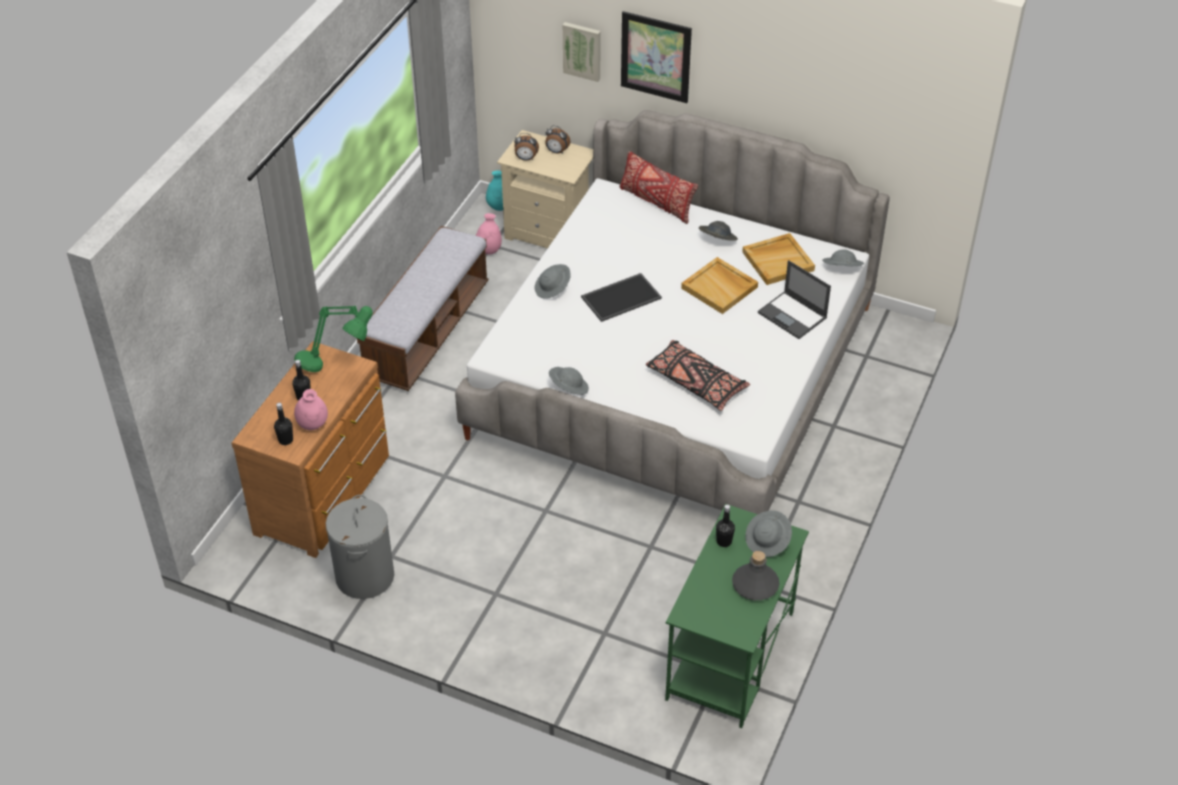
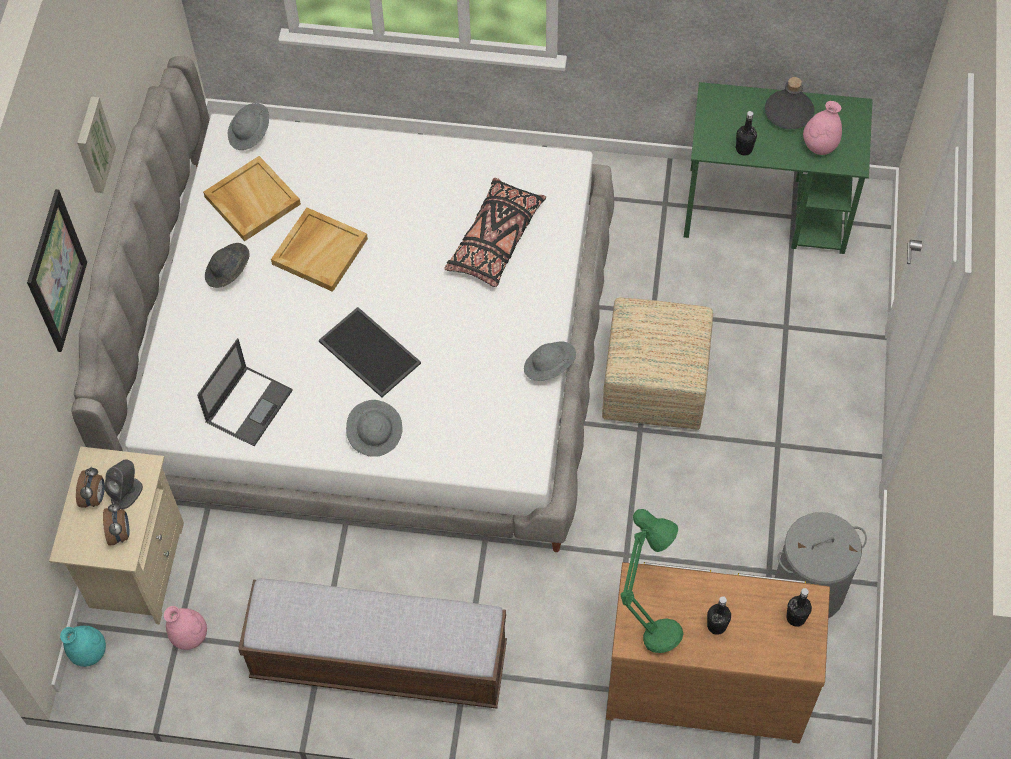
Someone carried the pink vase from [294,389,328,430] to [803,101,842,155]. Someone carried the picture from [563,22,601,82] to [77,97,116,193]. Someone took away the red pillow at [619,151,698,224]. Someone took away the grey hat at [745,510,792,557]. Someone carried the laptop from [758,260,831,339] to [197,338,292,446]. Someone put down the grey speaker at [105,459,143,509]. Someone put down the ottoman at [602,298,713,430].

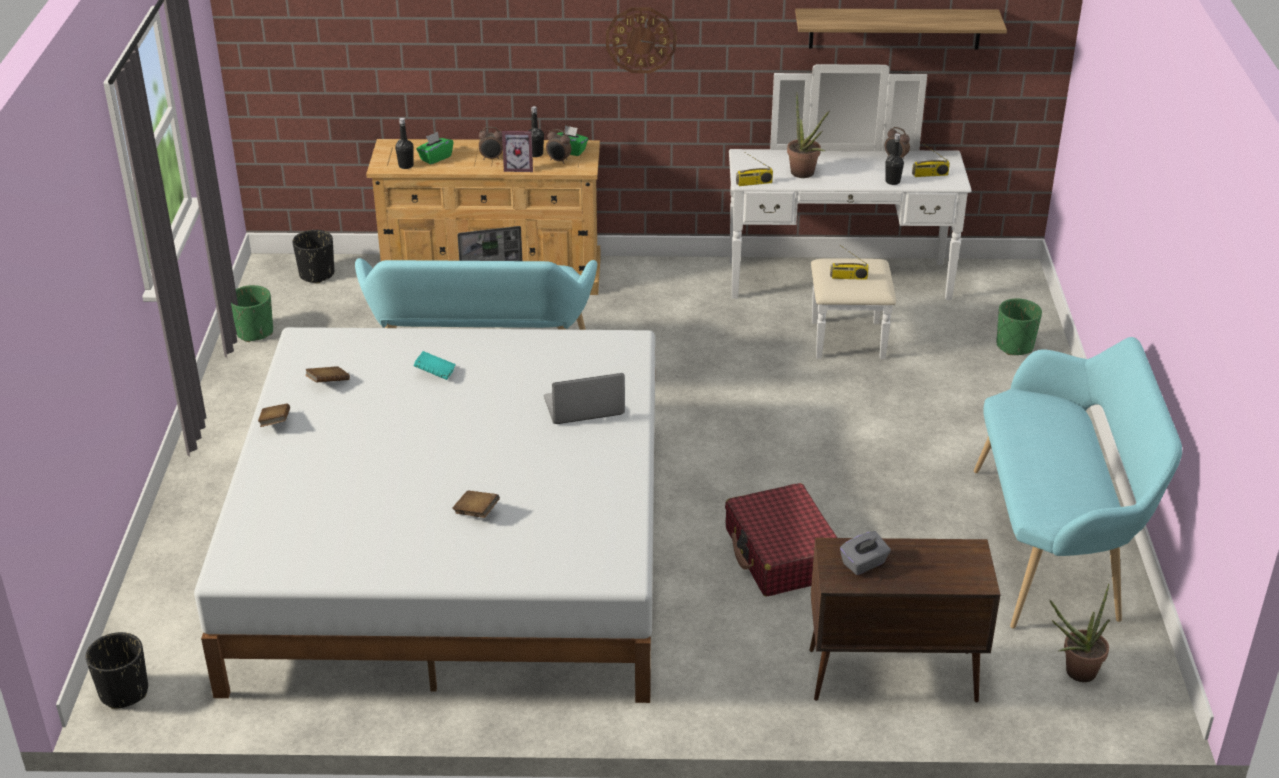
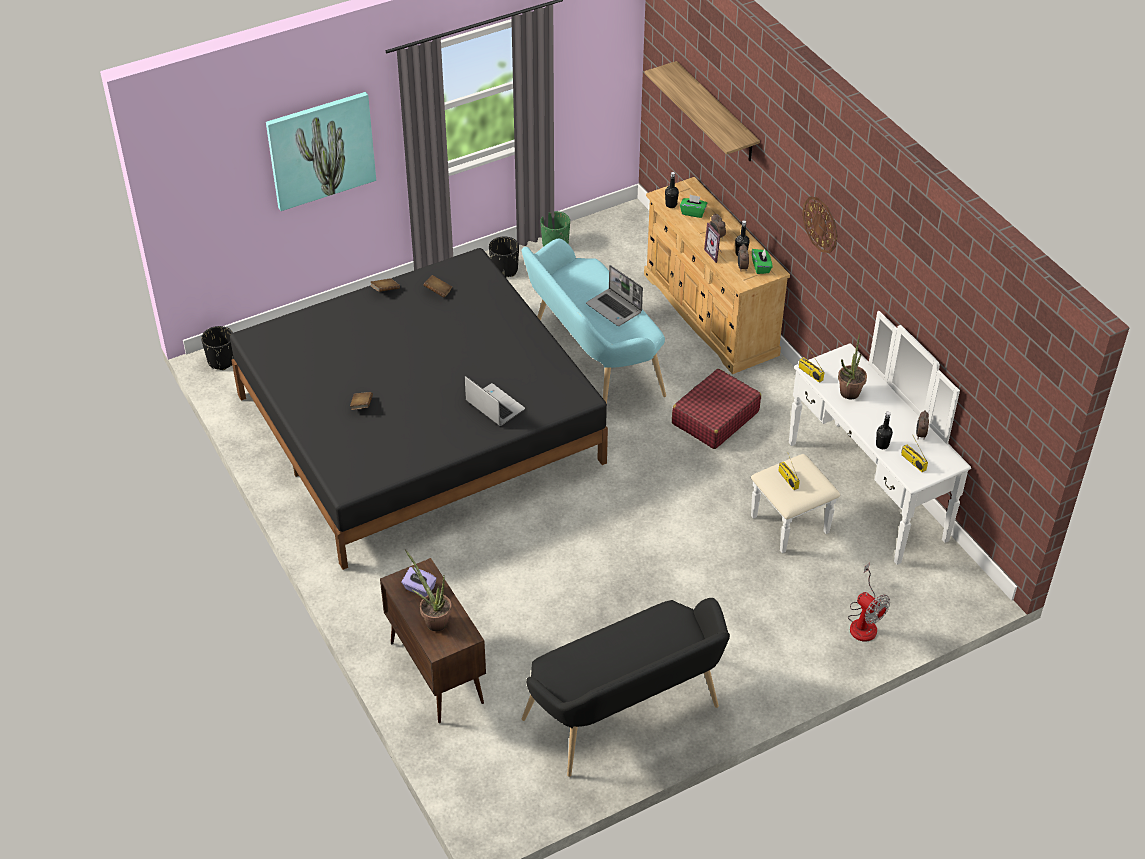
Someone repainted the white bed at [194,327,655,703], which became the black bed at [230,248,608,570]. Someone carried the black planter from [292,230,334,284] to [489,236,519,277]. Someone took away the turquoise book at [414,351,455,380]. Someone carried the red suitcase from [725,483,837,597] to [672,369,761,449]. Someone carried the shelf from [795,8,1007,50] to [644,61,760,161]. Someone repainted the grey tissue box at [840,531,891,575], which became the purple tissue box at [402,567,437,597]. Someone repainted the turquoise bench at [974,337,1182,629], which became the black bench at [522,598,730,777]. Someone swapped the green planter at [996,299,1042,355] for the fan at [848,563,890,642]. Someone carried the potted plant from [1050,583,1110,682] to [405,550,452,631]. Someone put up the picture at [266,92,376,211].

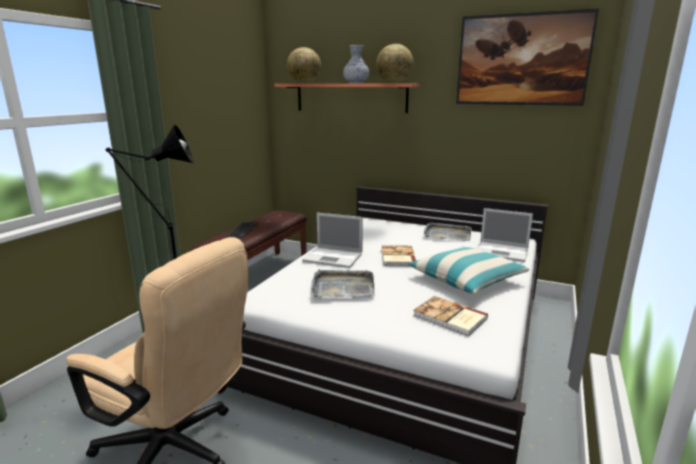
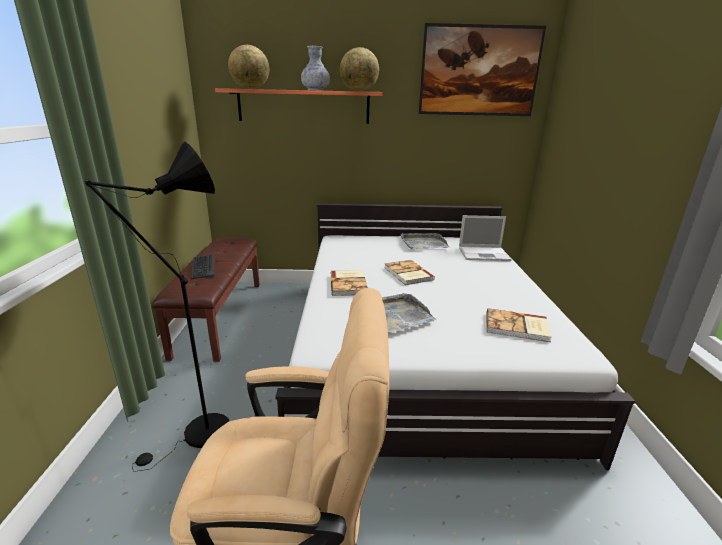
Someone swapped the laptop at [302,213,363,268] for the book at [331,270,368,296]. Someone took away the pillow at [410,246,529,294].

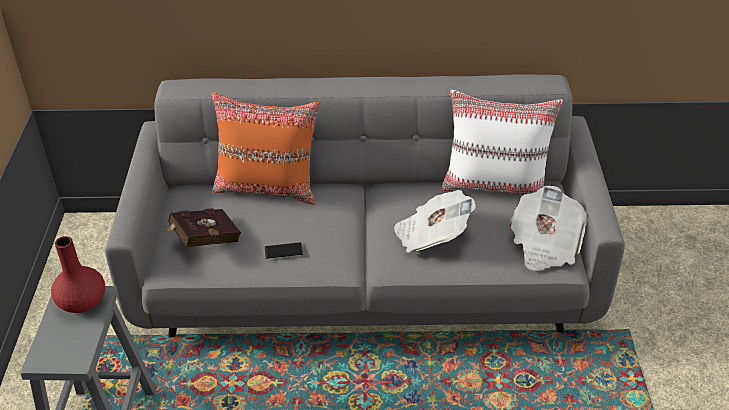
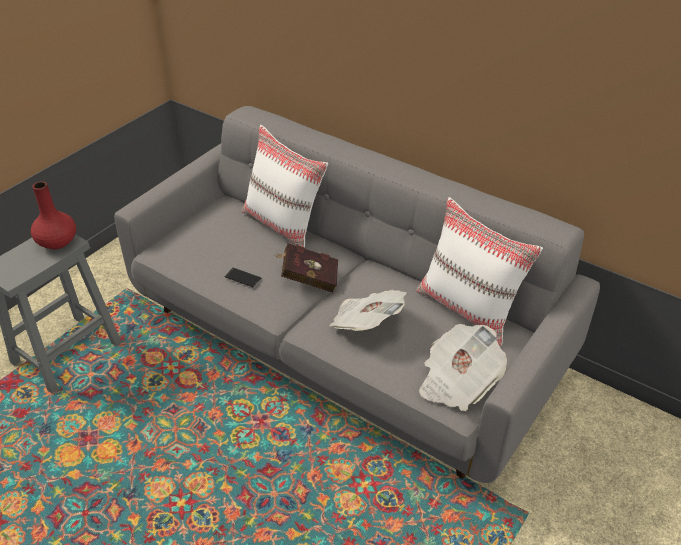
Someone carried the red book from [163,208,241,247] to [275,243,338,293]. Someone repainted the orange pillow at [212,92,320,205], which became the white pillow at [242,125,328,247].

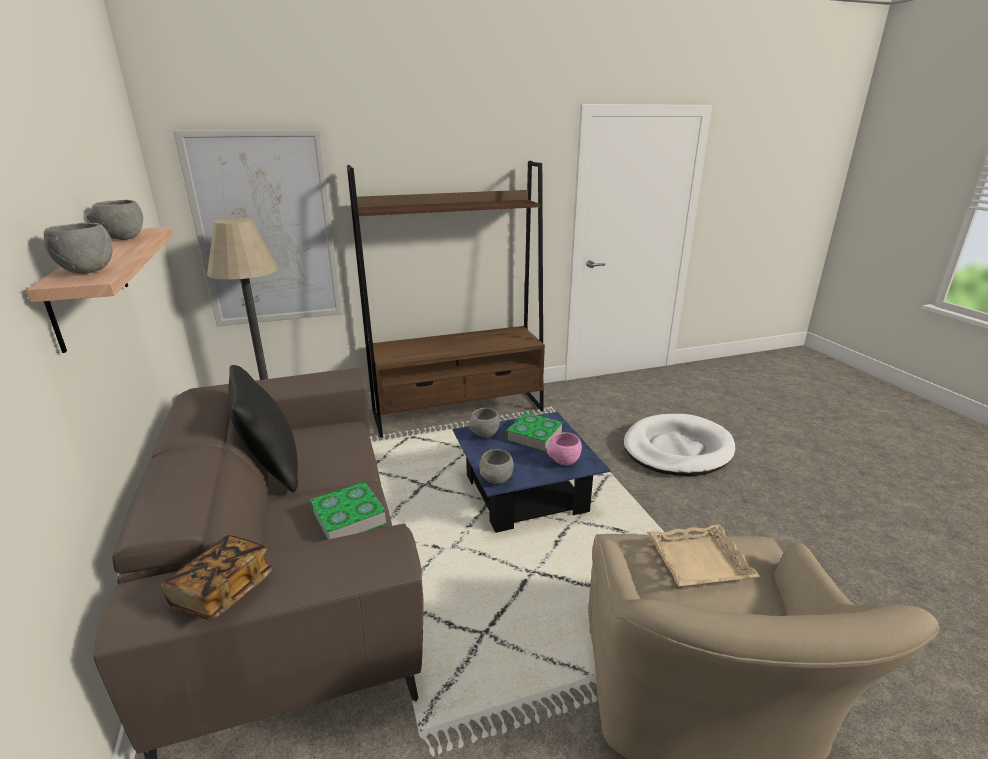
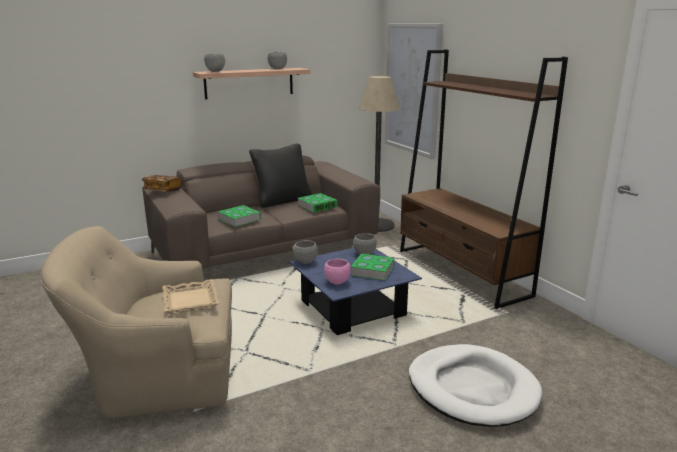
Someone put down the book at [298,193,337,212].

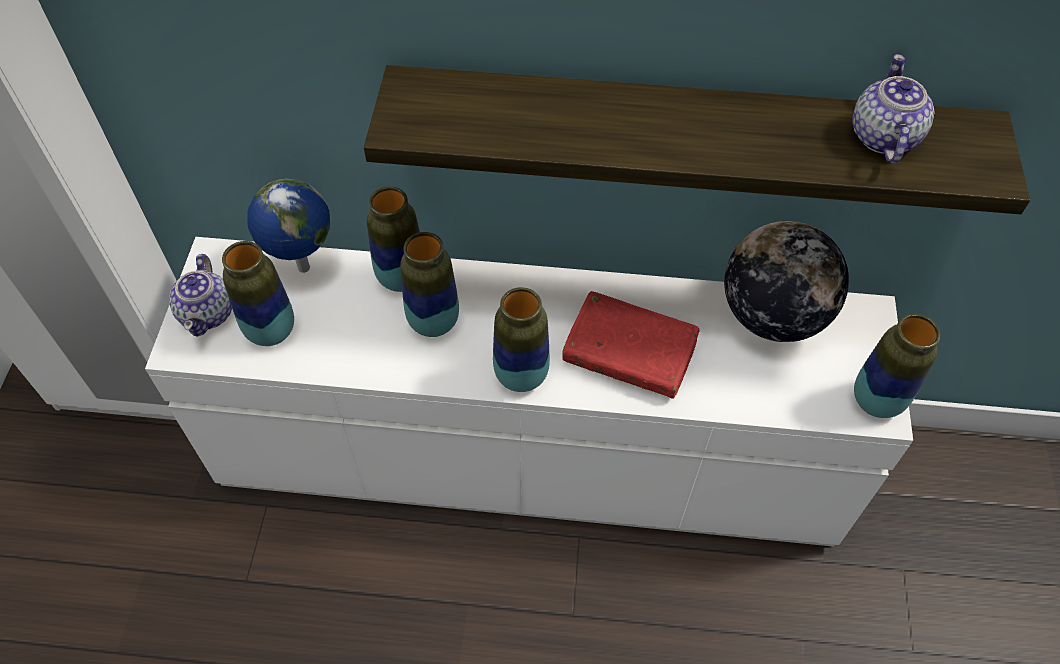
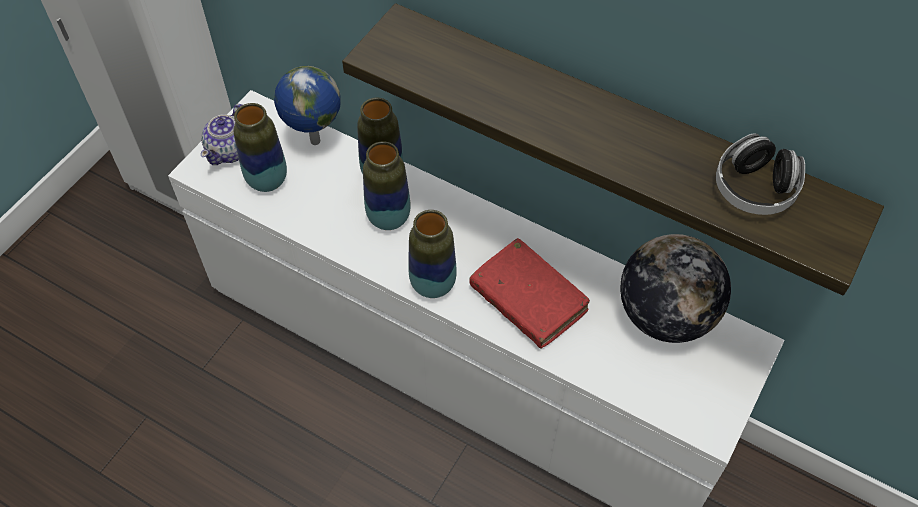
Someone swapped the teapot at [852,54,935,163] for the headphones at [716,133,805,215]. Someone took away the vase at [854,314,941,418].

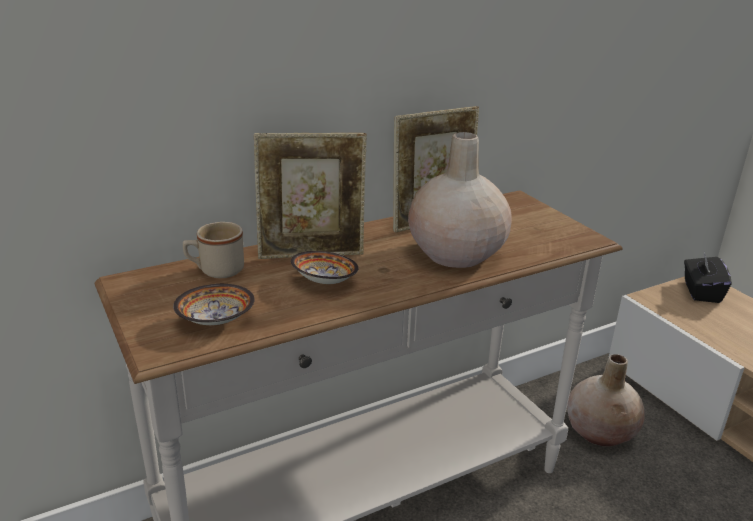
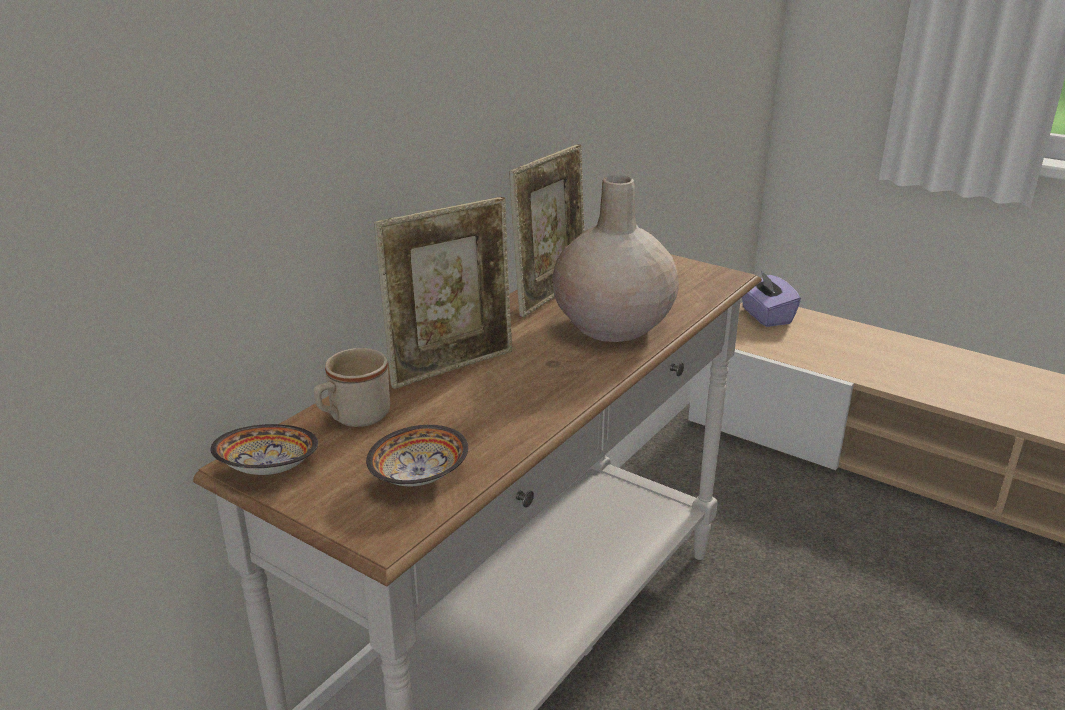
Someone carried the bowl from [291,251,358,284] to [211,424,318,475]. Someone took away the beige vase at [567,354,644,446]. Someone repainted the black tissue box at [684,253,731,303], which became the purple tissue box at [742,269,801,327].

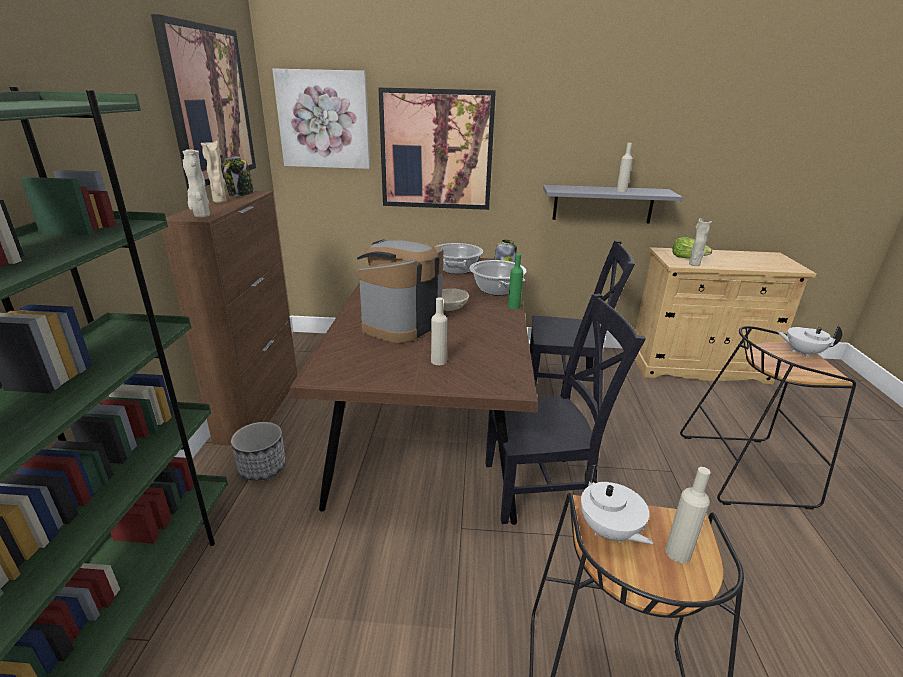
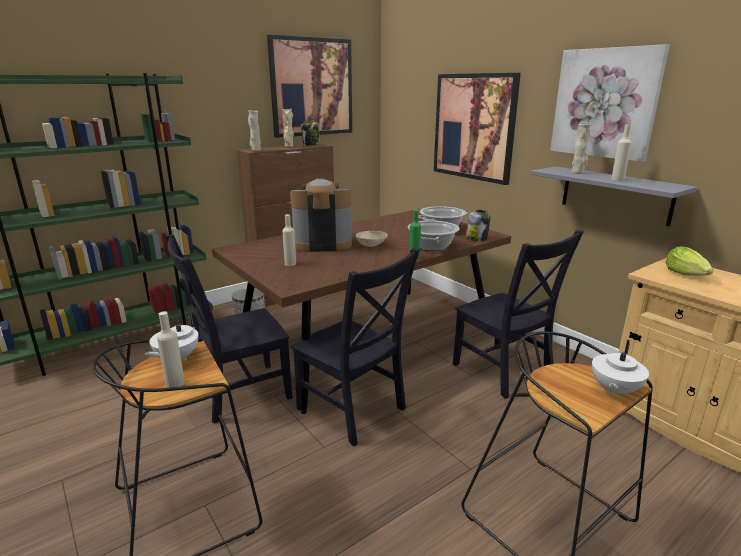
Someone carried the picture from [272,69,370,169] to [550,44,670,162]. Someone carried the beige vase from [689,218,712,266] to [572,122,591,174]. Someone rotated the white teapot at [777,326,842,357] by 120 degrees counterclockwise. Someone put down the black chair at [165,235,293,424].

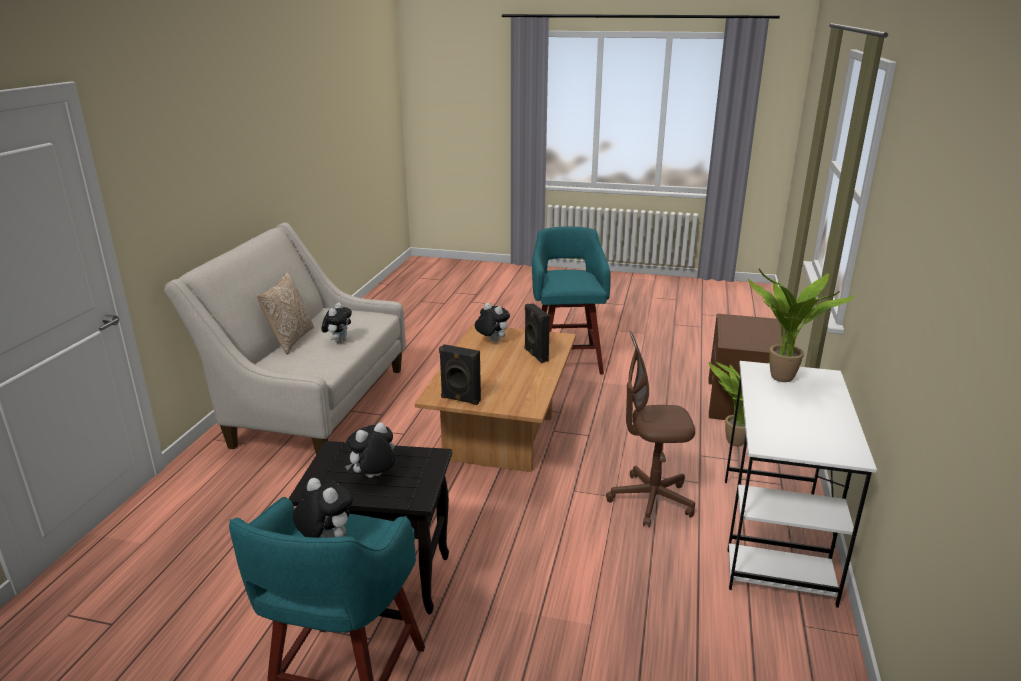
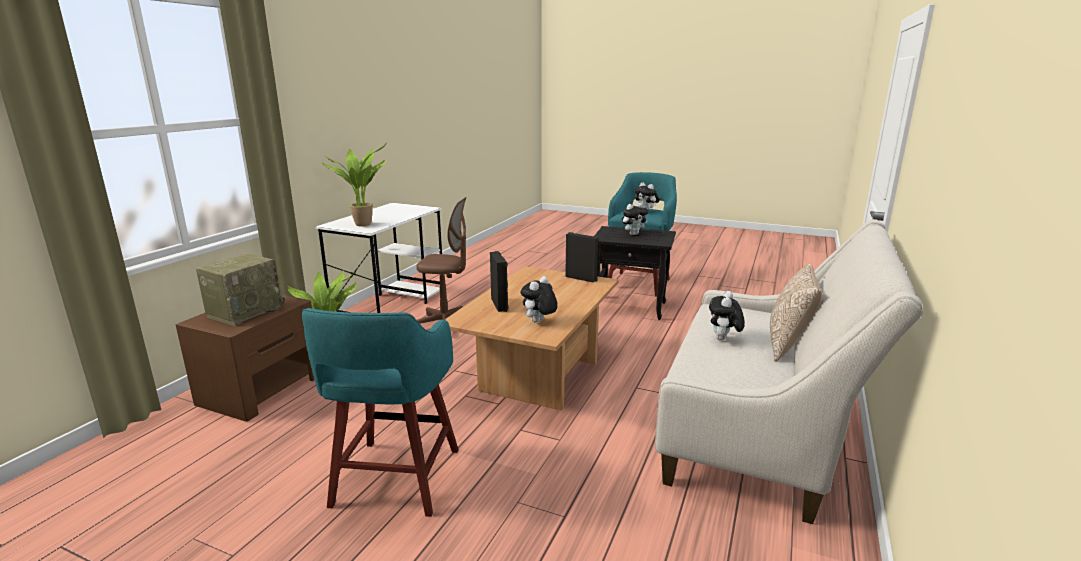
Someone rotated the plush toy at [475,303,510,342] by 75 degrees clockwise. Someone put down the radio at [196,253,285,326].

